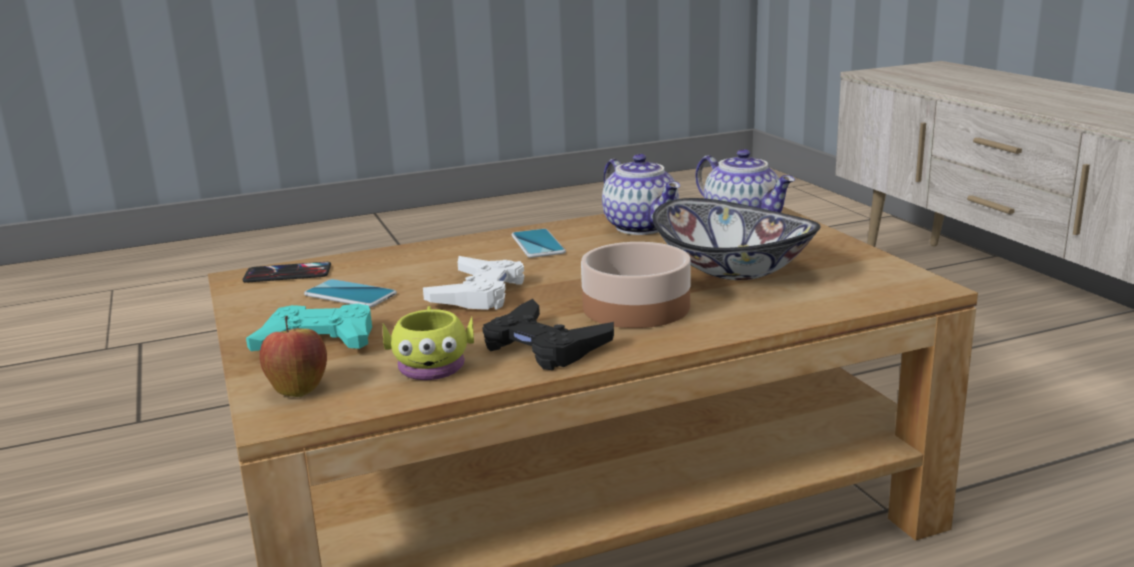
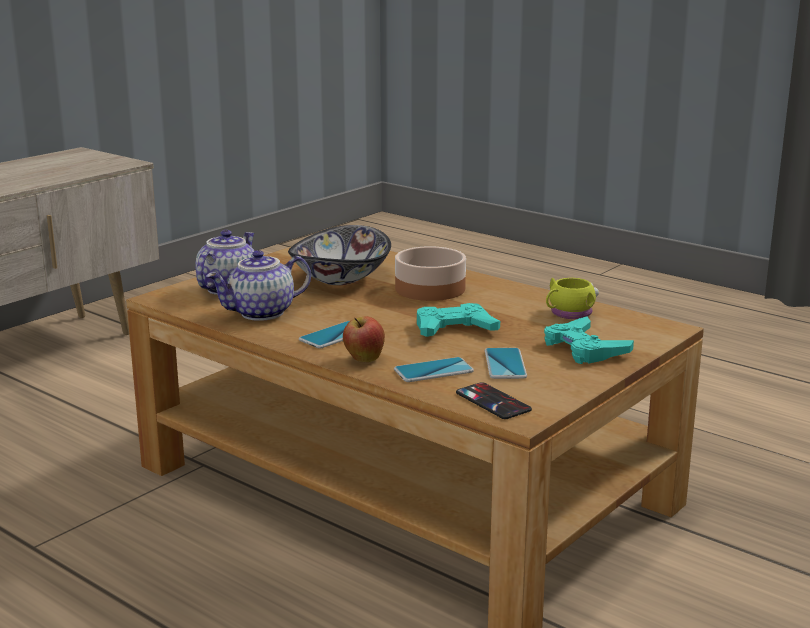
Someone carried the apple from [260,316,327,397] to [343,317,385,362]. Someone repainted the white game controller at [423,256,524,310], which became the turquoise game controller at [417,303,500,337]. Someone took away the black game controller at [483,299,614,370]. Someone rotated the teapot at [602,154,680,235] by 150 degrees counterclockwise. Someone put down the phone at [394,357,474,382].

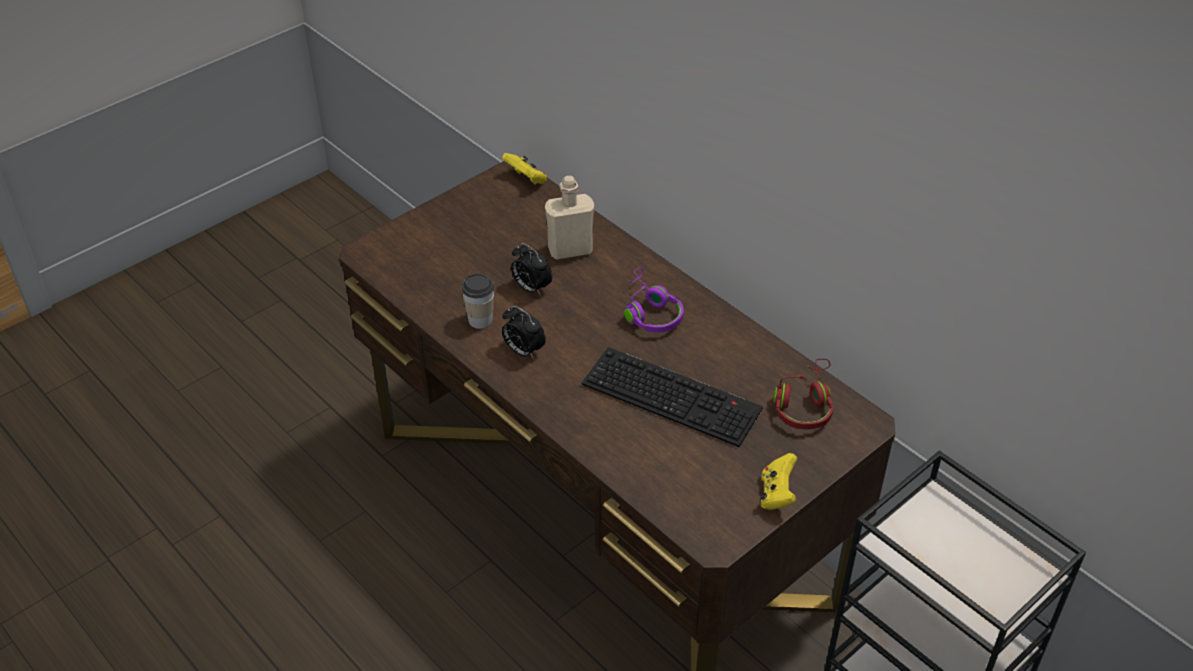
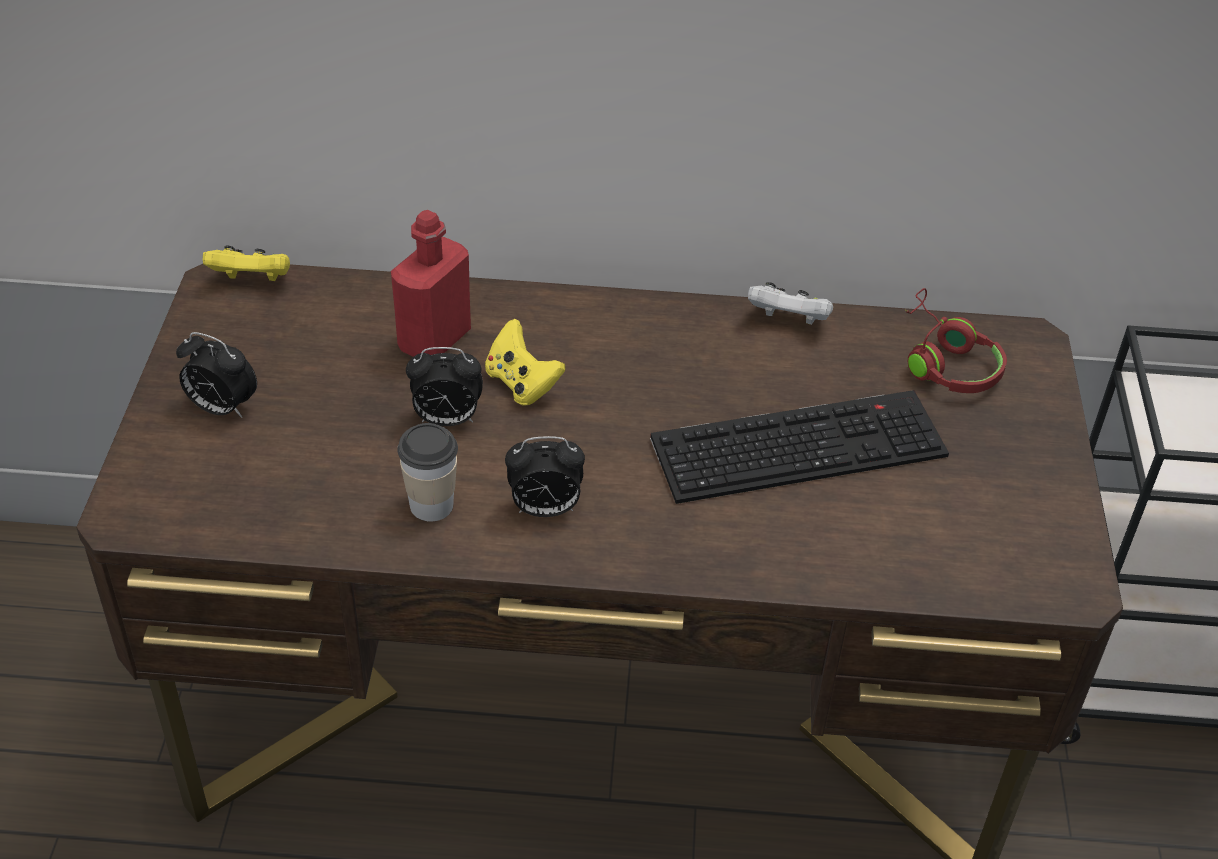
Someone repainted the beige bottle at [545,176,594,259], which became the red bottle at [391,210,471,357]. Someone took away the purple headphones at [624,267,684,332]. Someone carried the yellow game controller from [760,453,797,510] to [485,319,565,406]. Someone put down the alarm clock at [176,332,257,418]. Someone put down the white game controller at [748,282,833,325].

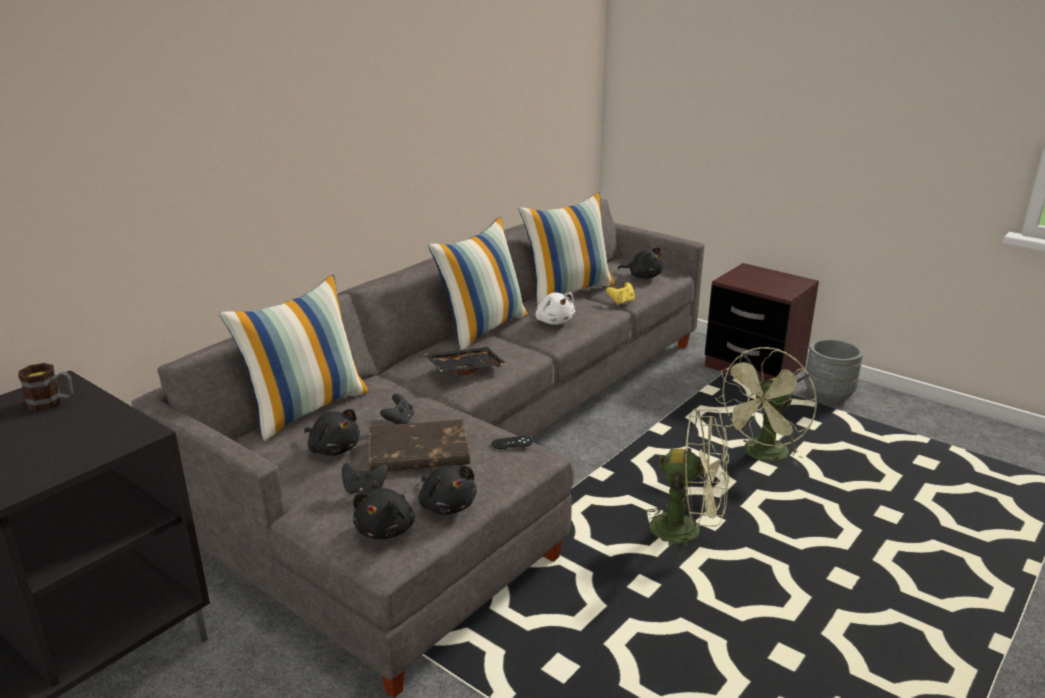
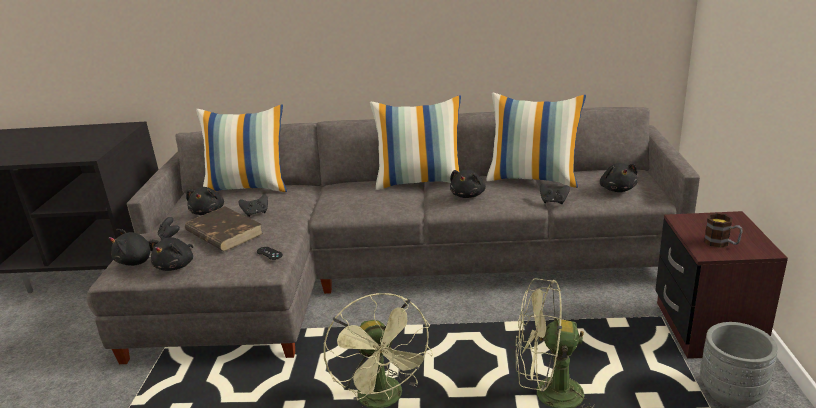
Someone carried the mug from [18,363,73,411] to [704,213,743,248]. Someone took away the black tray at [424,347,507,375]. Someone repainted the white plush toy at [536,292,575,325], which became the black plush toy at [450,170,486,198]. Someone repainted the yellow game controller at [606,282,635,305], which became the black game controller at [540,184,570,204].

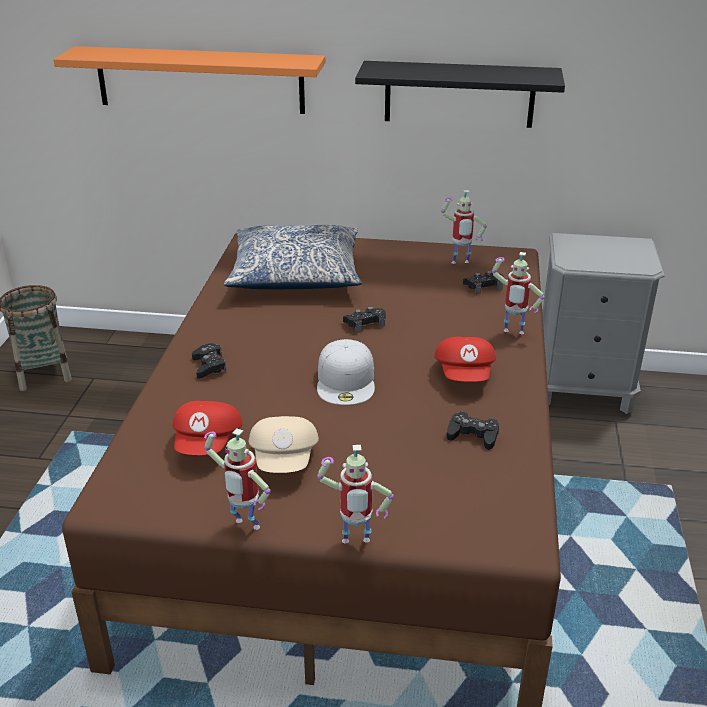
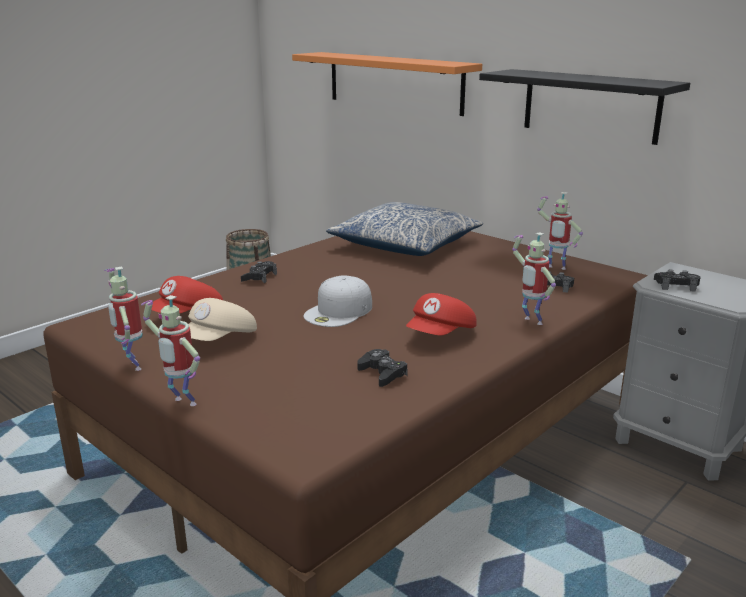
Someone carried the black game controller from [343,307,386,333] to [654,269,700,292].

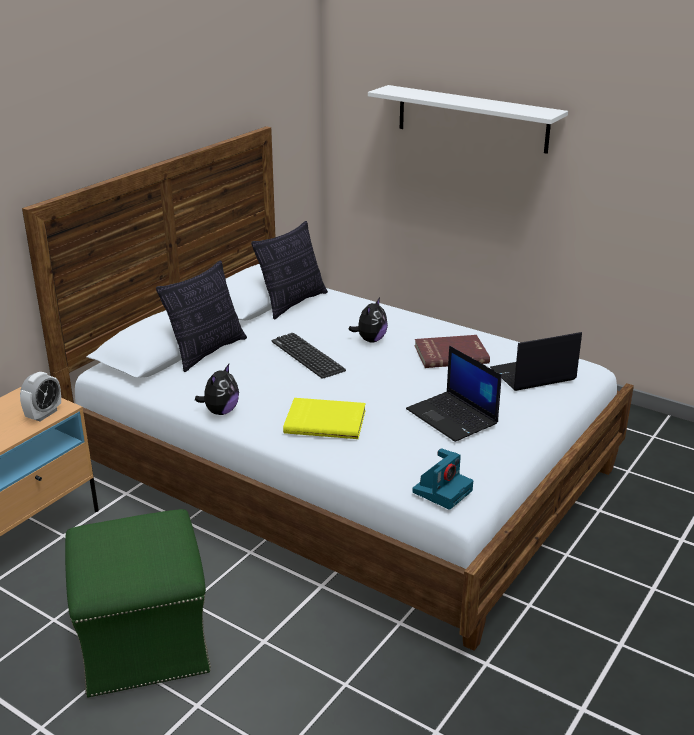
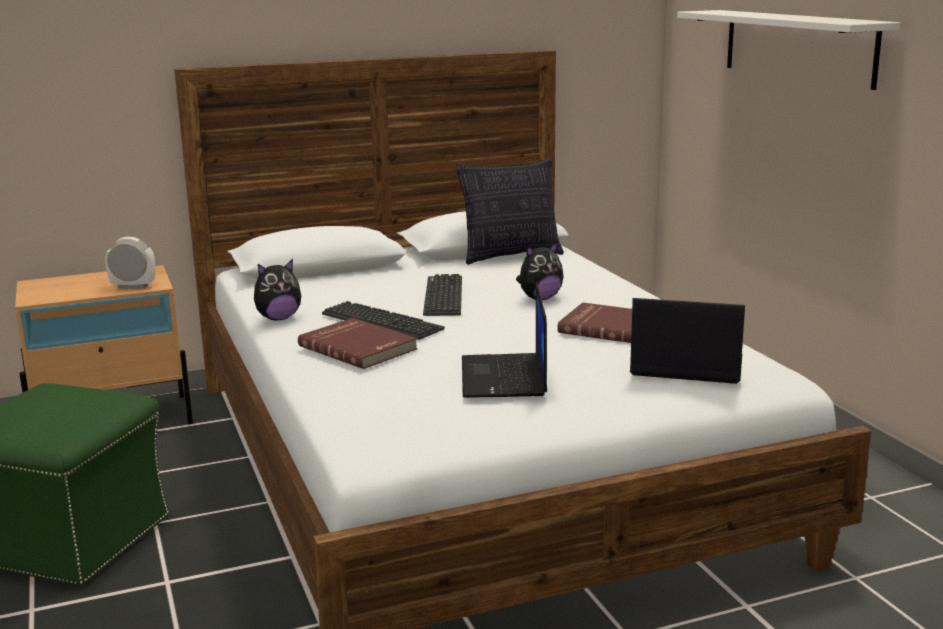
Someone rotated the alarm clock at [20,372,61,421] by 150 degrees counterclockwise. Someone took away the pillow at [156,260,247,372]. Someone repainted the yellow book at [283,398,366,439], which became the red book at [298,318,418,369]. Someone took away the photo camera at [412,448,473,510]. Someone put down the keyboard at [322,301,445,340].

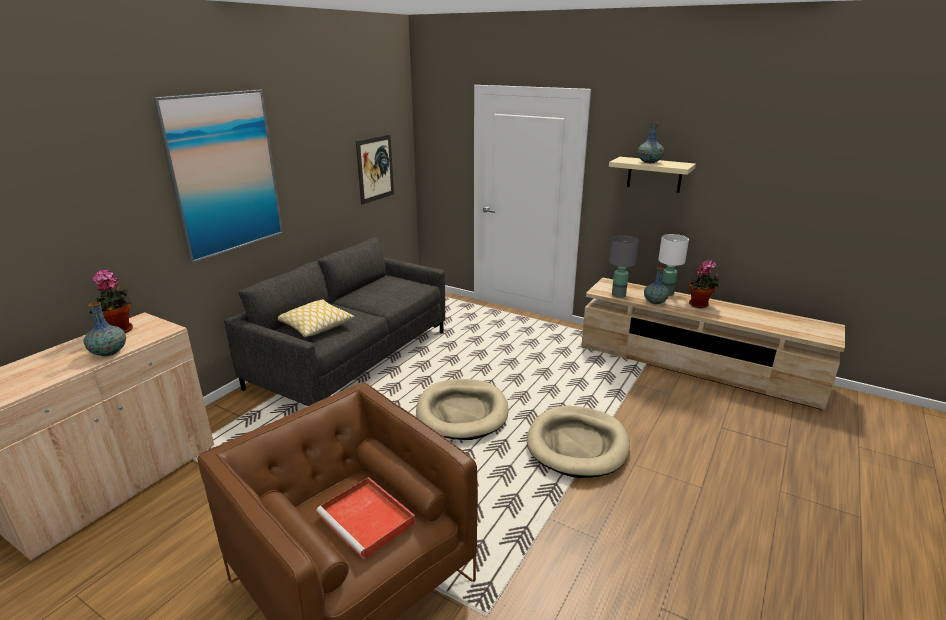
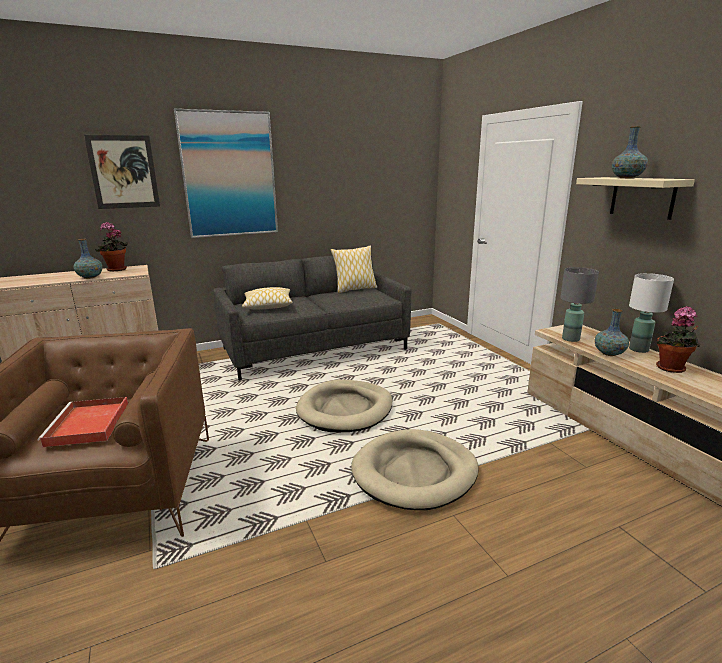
Someone carried the picture from [356,134,394,205] to [84,135,160,209]. Someone put down the pillow at [331,245,377,293].

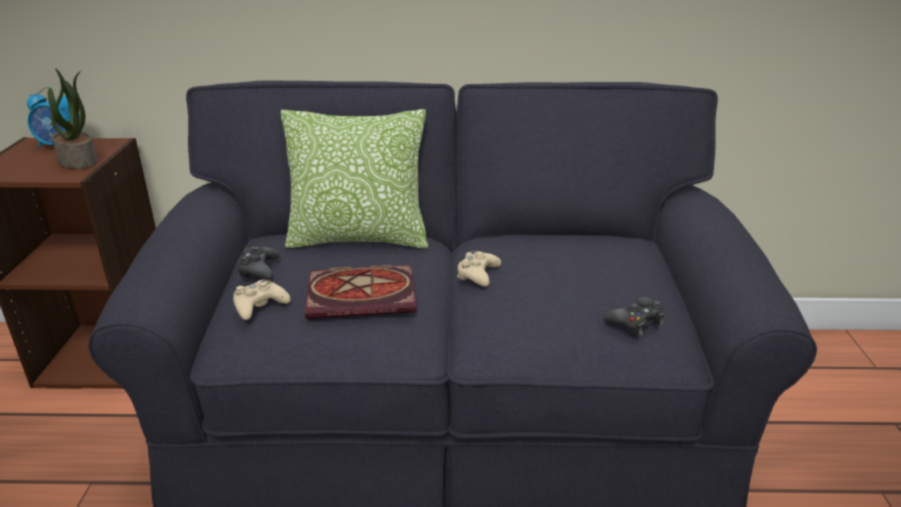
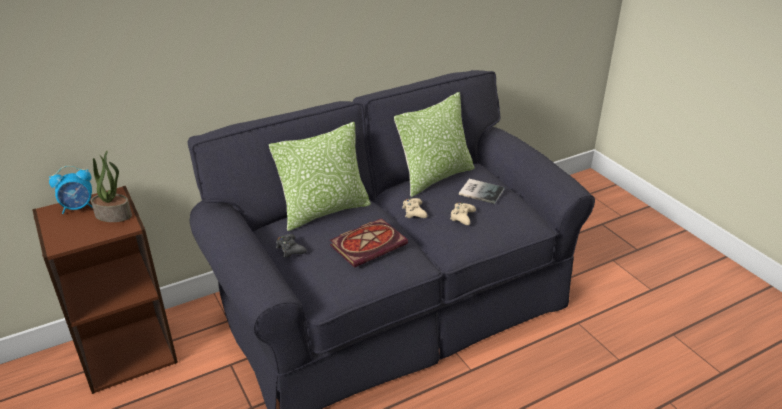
Someone carried the beige game controller from [233,279,291,320] to [450,202,476,225]. Someone took away the black game controller at [605,297,665,335]. Someone put down the pillow at [394,92,474,197]. Someone put down the book at [459,179,504,204].

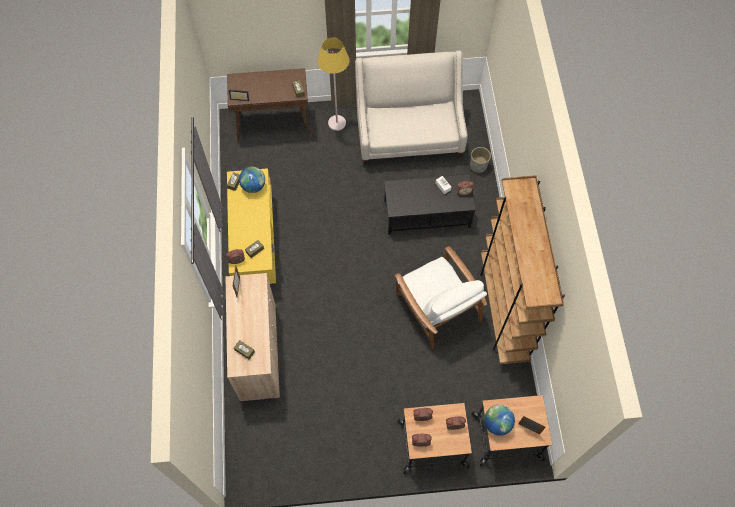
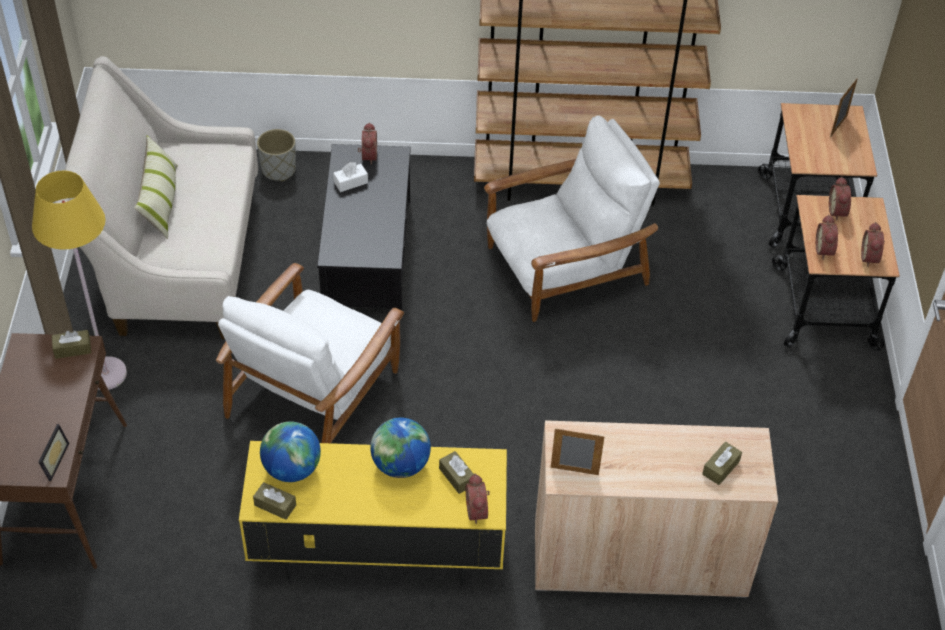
Someone carried the globe from [484,405,515,436] to [370,418,431,478]. Someone put down the pillow at [135,135,178,239]. Someone put down the white armchair at [216,263,404,443].

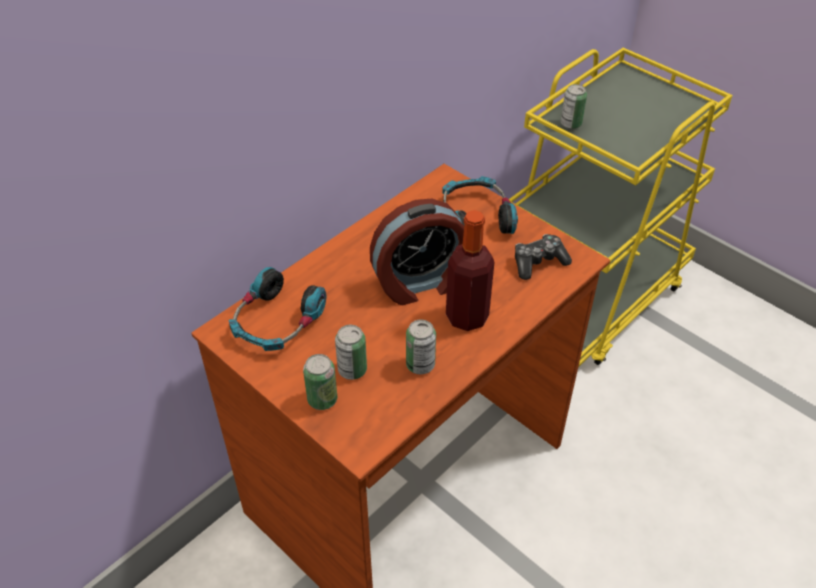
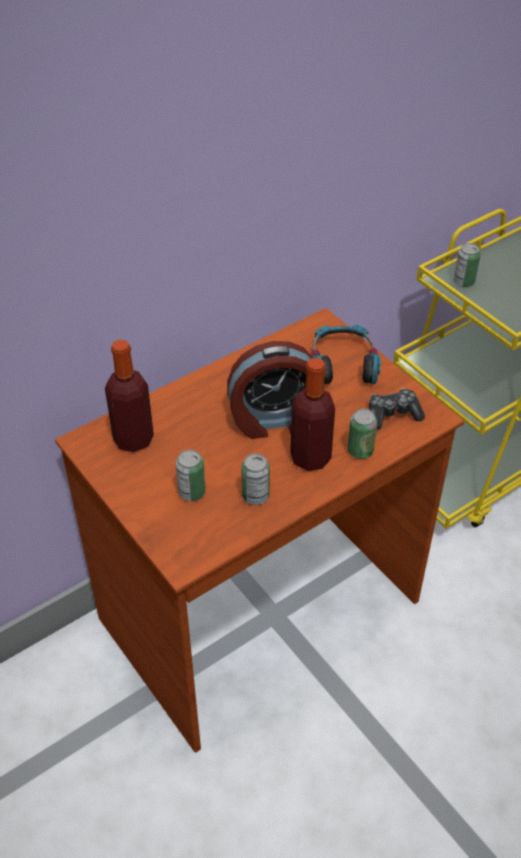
Someone swapped the headphones at [229,267,326,351] for the bottle at [105,339,154,452]. Someone carried the can from [303,354,337,410] to [347,408,377,459].

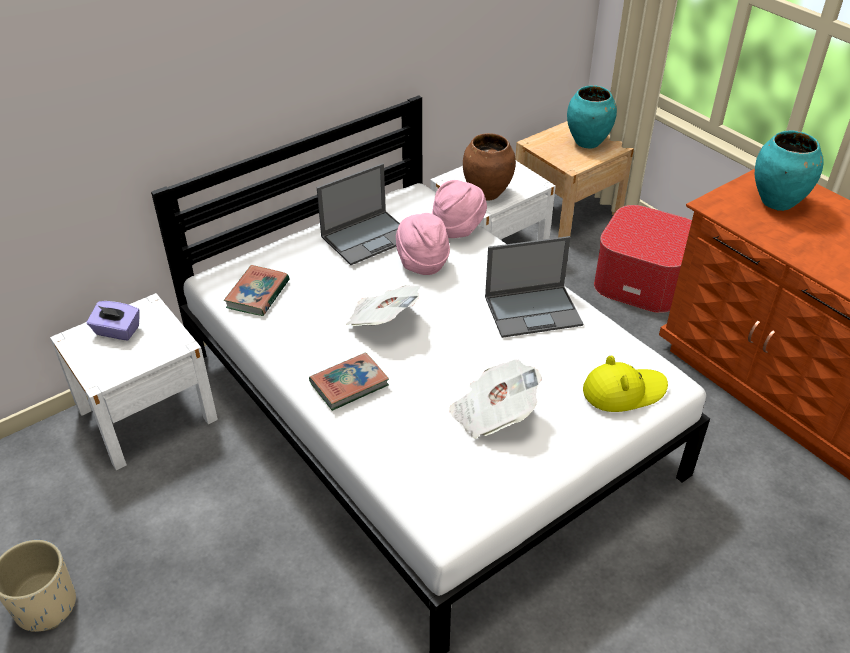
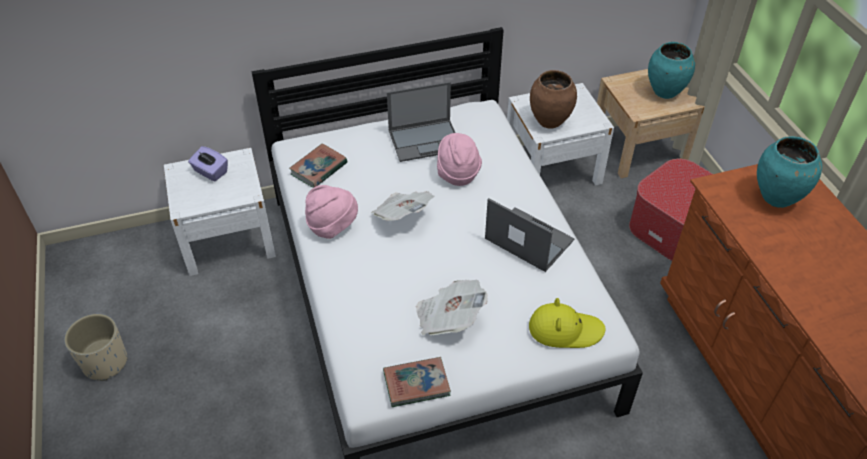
Someone carried the book from [309,352,389,411] to [383,357,451,407]. Someone carried the pink hat from [432,180,487,238] to [305,185,358,239]. Someone rotated the laptop at [485,236,583,338] by 150 degrees counterclockwise.

